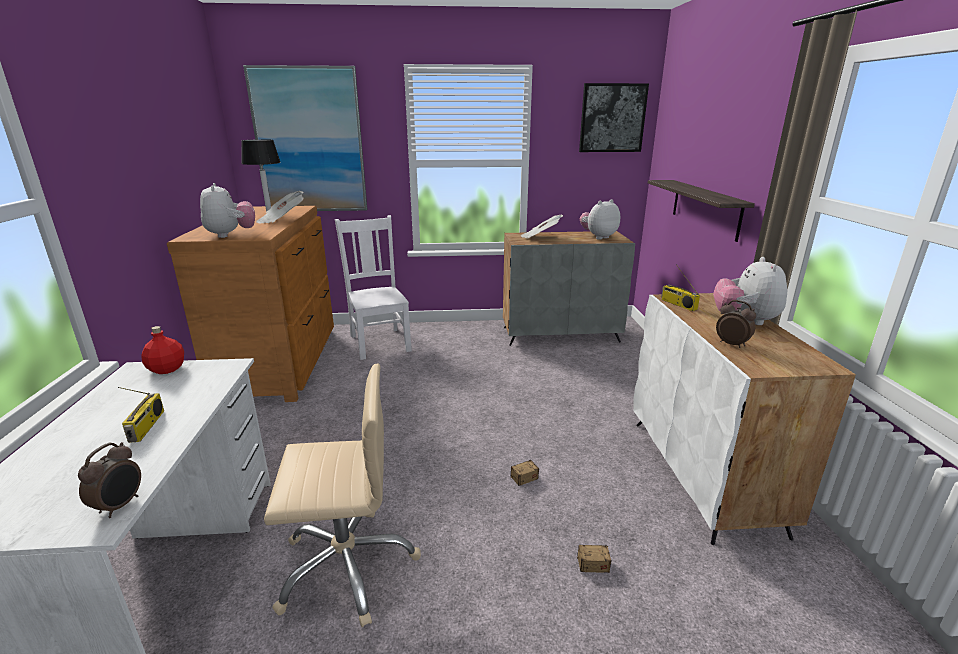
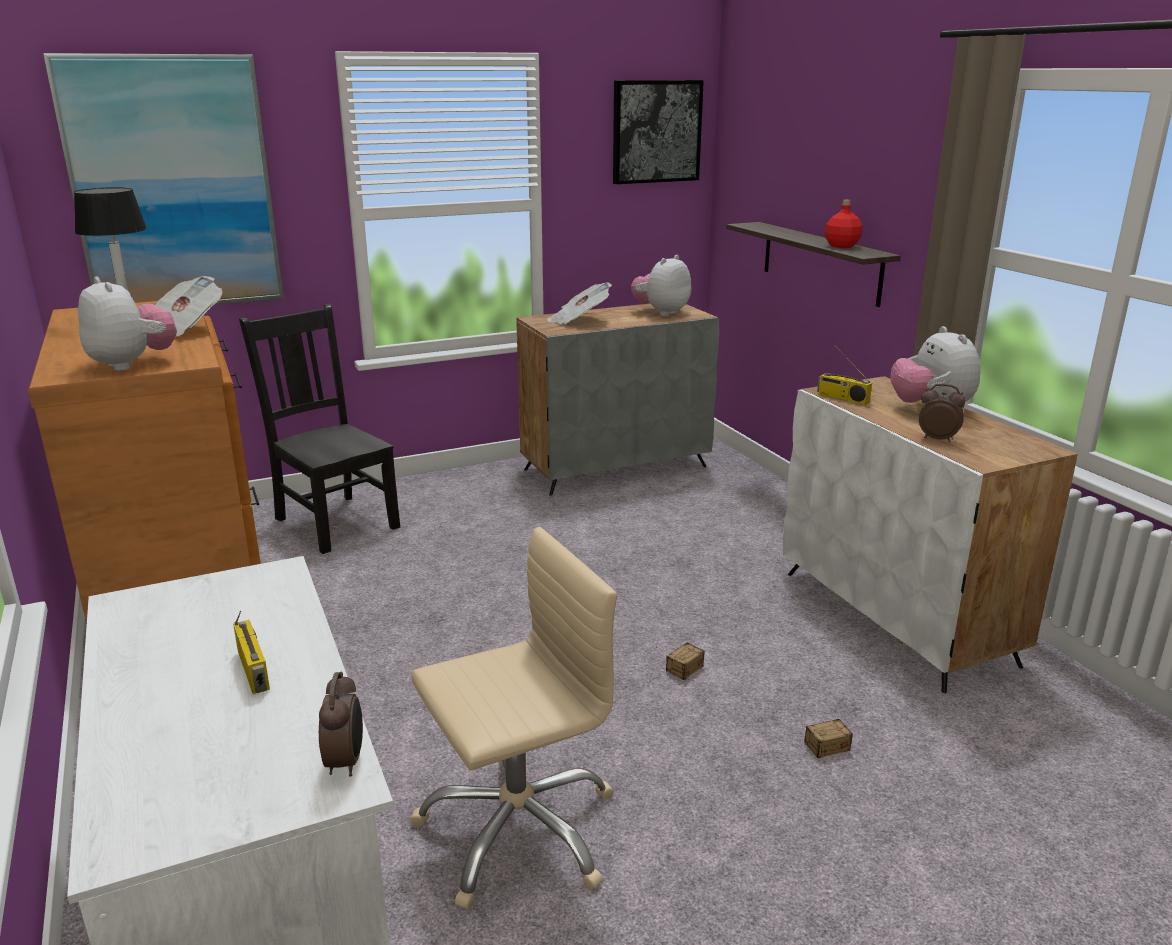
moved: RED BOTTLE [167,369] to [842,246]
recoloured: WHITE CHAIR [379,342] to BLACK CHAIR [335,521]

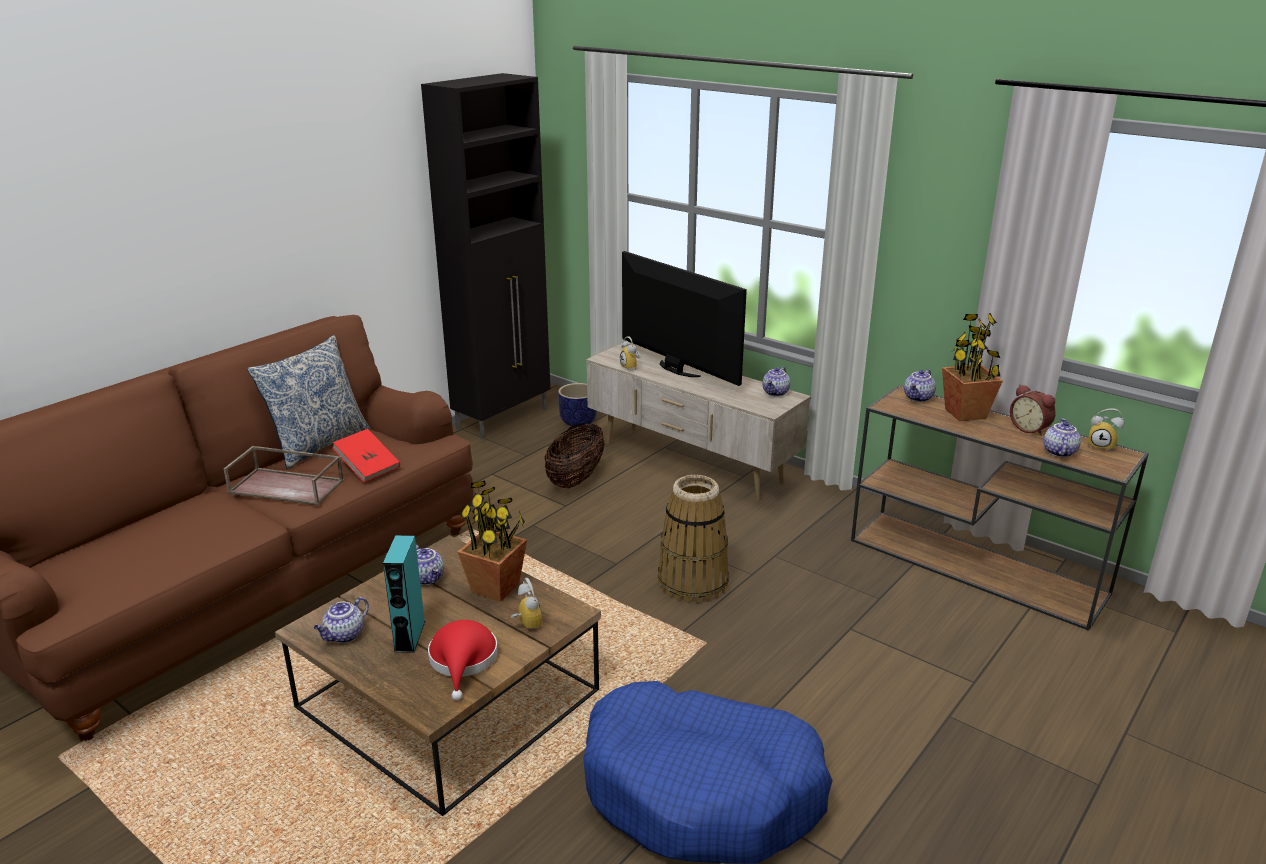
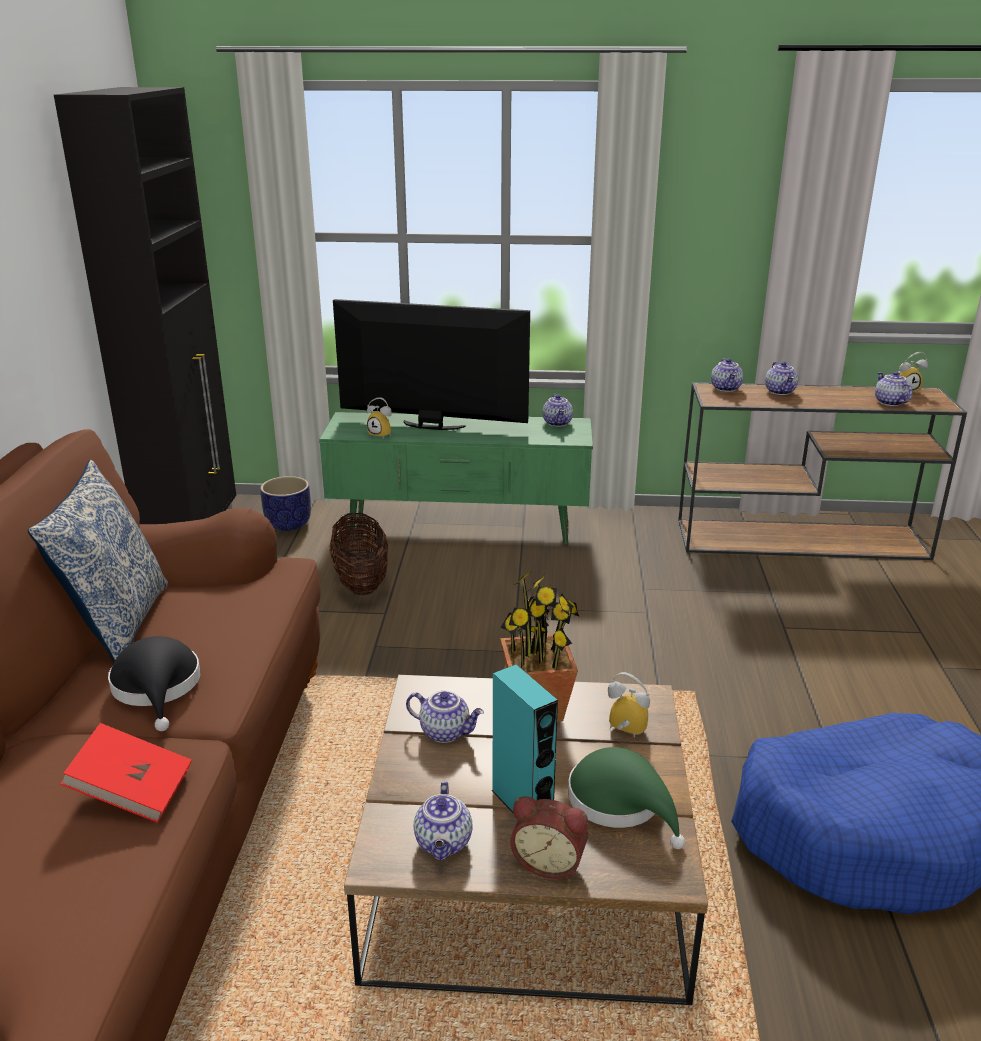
removed: BASKET [693,582]
moved: RED BOOK [368,468] to [133,792]; ALARM CLOCK [1030,429] to [549,861]
replaced: BROWN TRAY [288,486] to BLACK HAT [157,687]; POTTED PLANT [965,414] to TEAPOT [780,392]
recoloured: RED HAT [463,661] to GREEN HAT [621,802]; BEIGE TV STAND [690,464] to GREEN TV STAND [460,530]

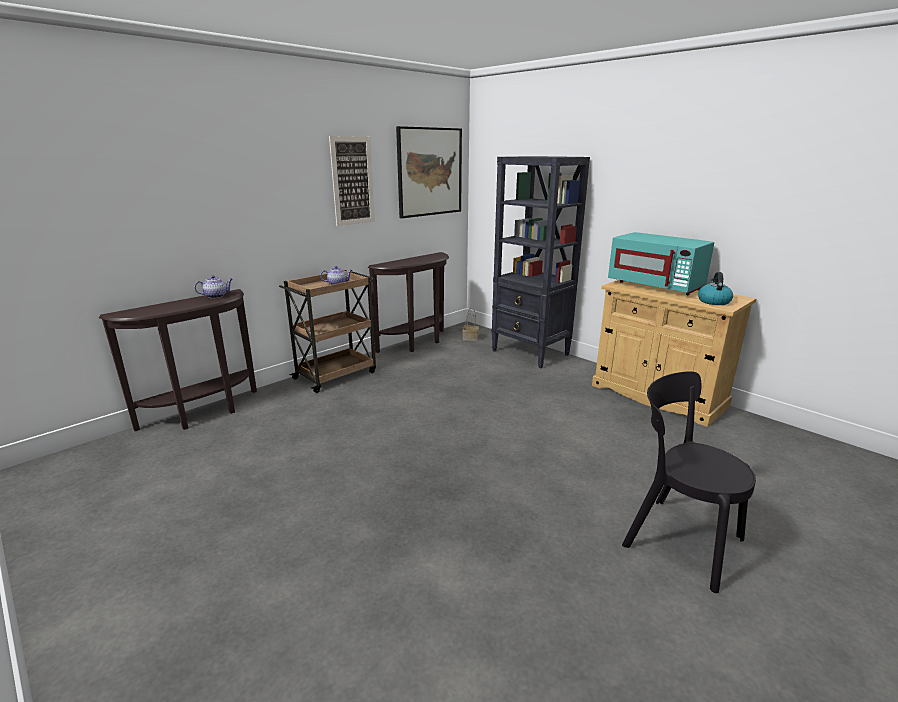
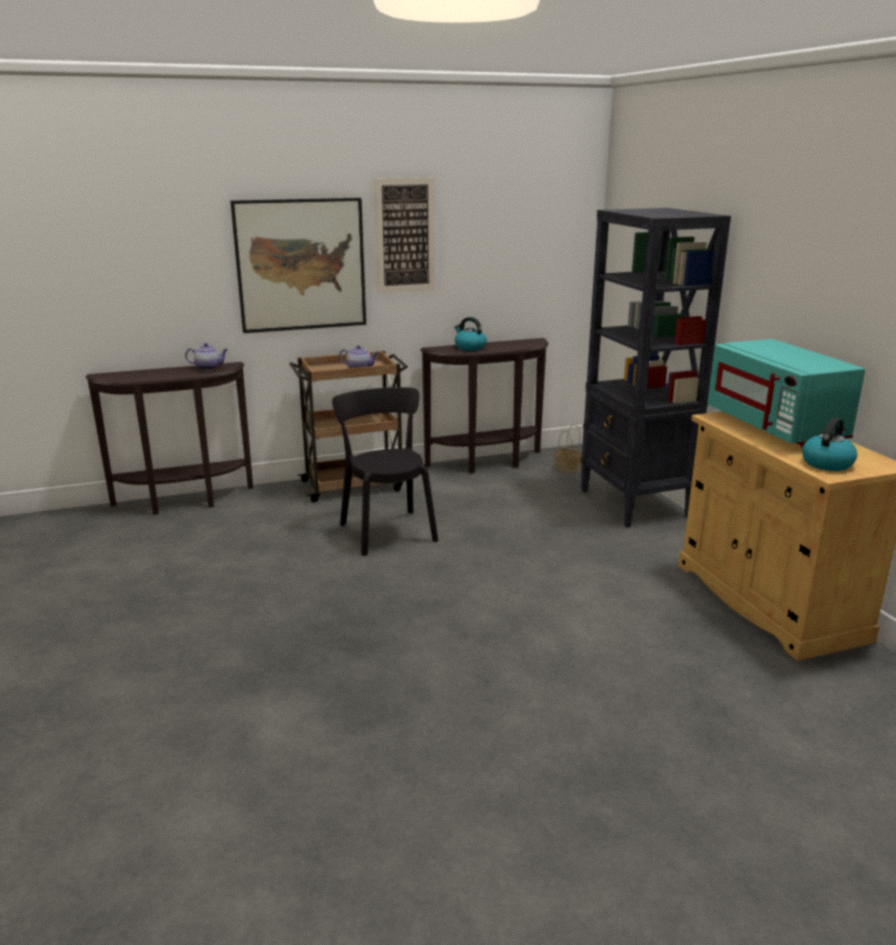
added: KETTLE [469,347]
moved: PICTURE [429,172] to [301,265]; BLACK CHAIR [677,539] to [386,530]

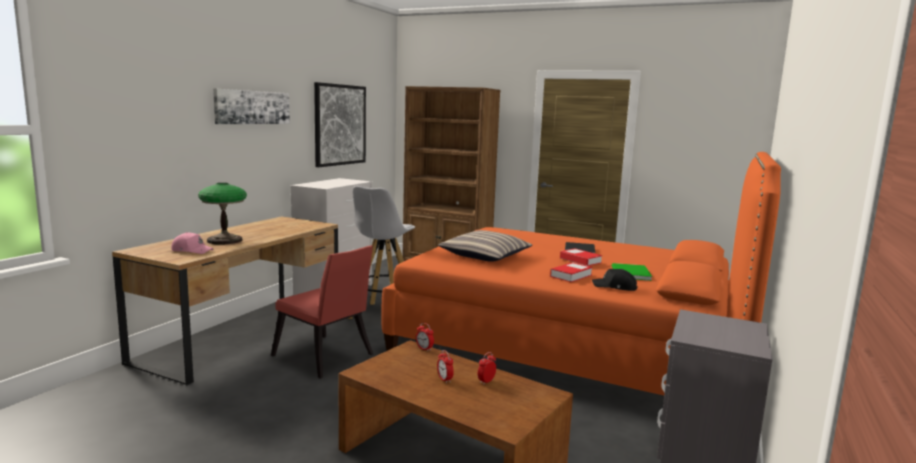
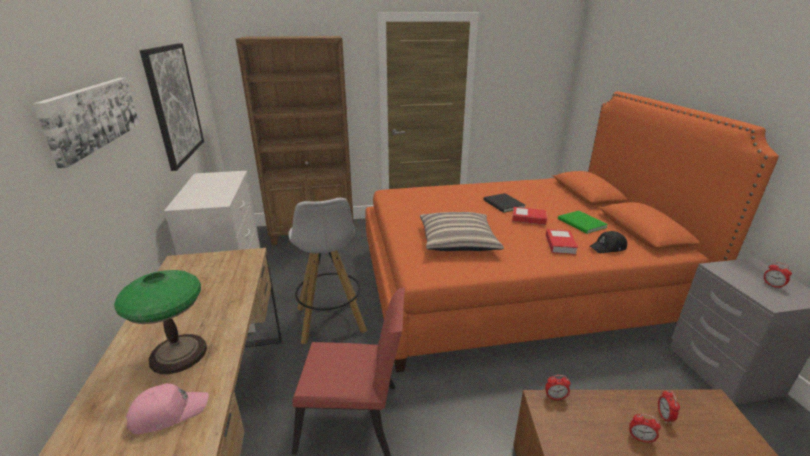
added: ALARM CLOCK [772,285]

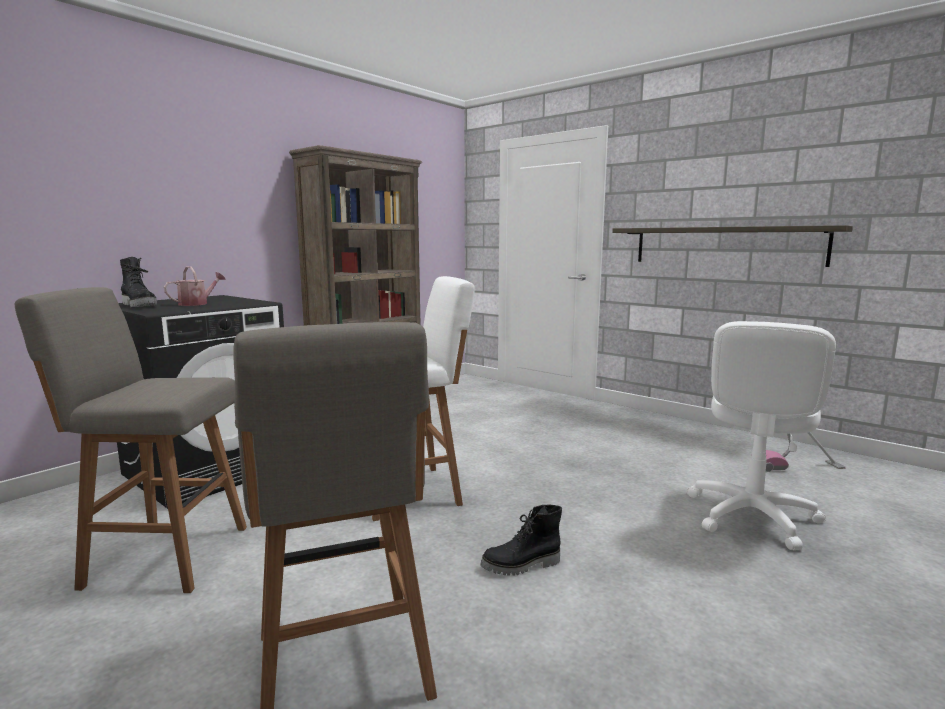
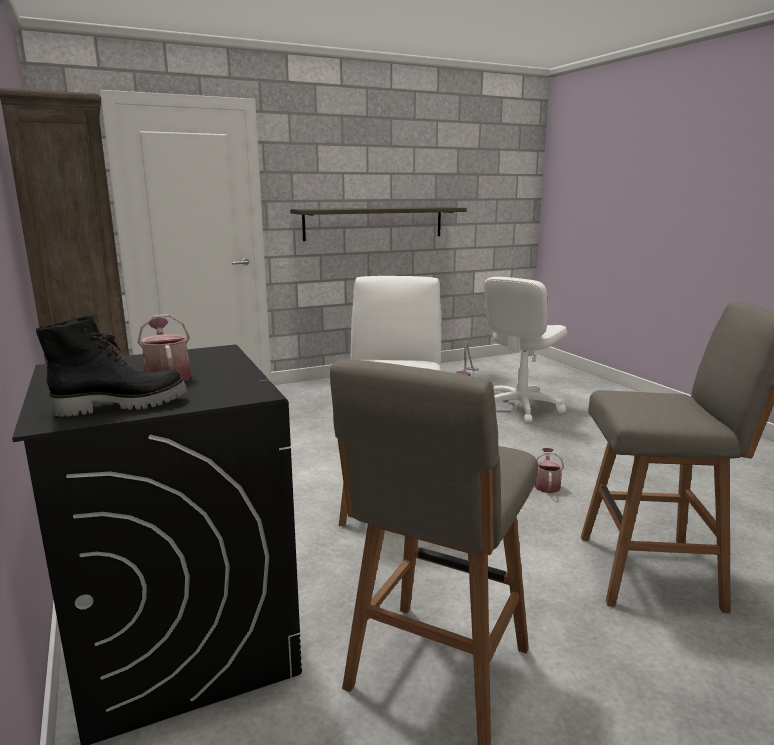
replaced: BLACK BOOT [521,566] to WATERING CAN [547,485]
turned: WHITE OFFICE CHAIR [751,516] = [520,407] 75 degrees clockwise

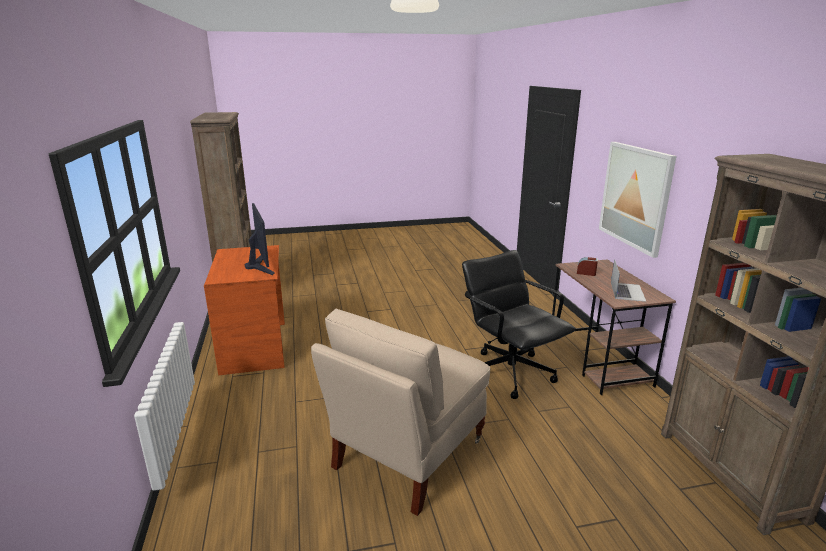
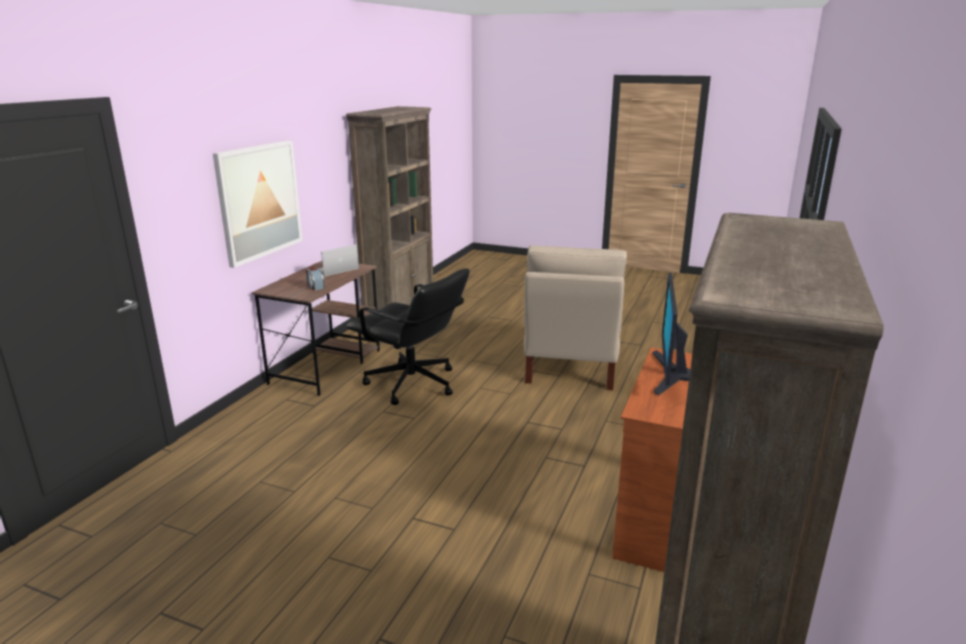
turned: BEIGE CHAIR [407,455] = [571,366] 120 degrees clockwise; BLACK OFFICE CHAIR [510,372] = [412,384] 60 degrees counterclockwise

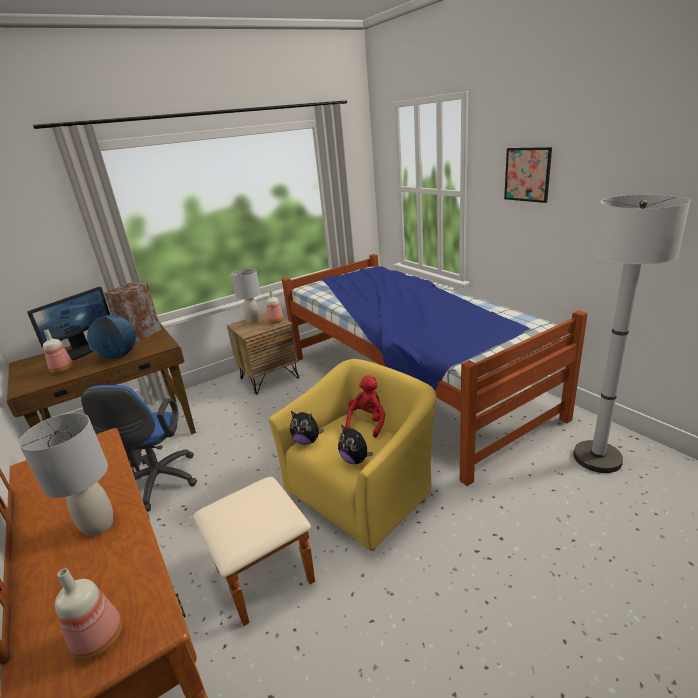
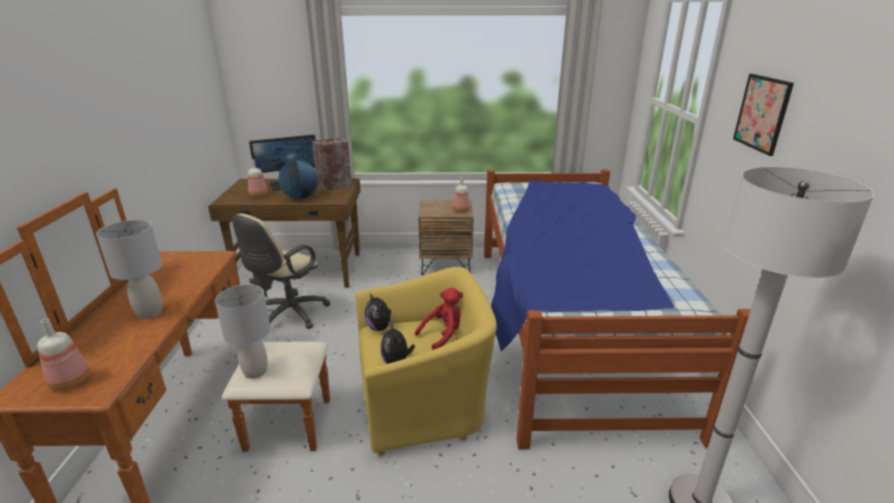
moved: GREY TABLE LAMP [253,321] to [255,372]
recoloured: BLUE OFFICE CHAIR [157,484] to BEIGE OFFICE CHAIR [288,316]

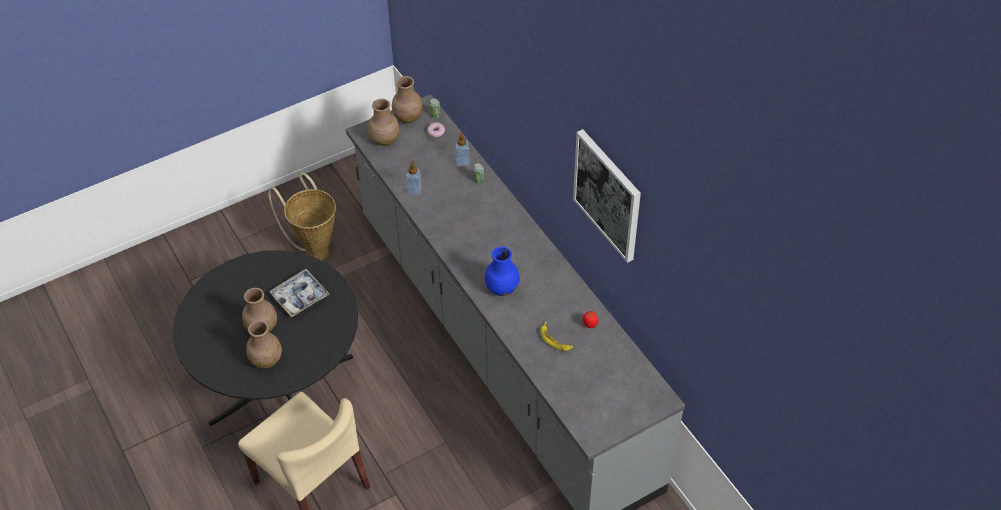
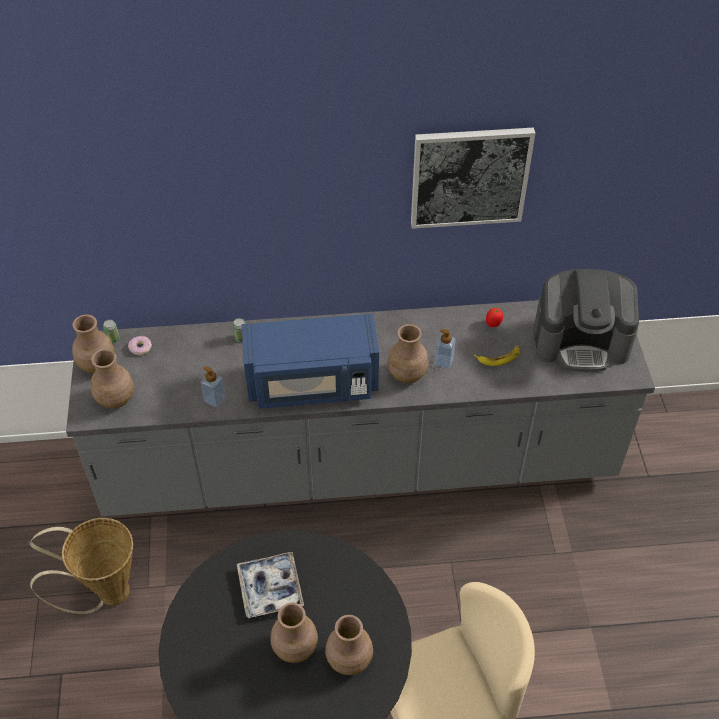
added: BLUE MICROWAVE [312,384]; COFFEE MACHINE [581,341]
moved: SOAP DISPENSER [462,161] to [443,361]
recoloured: BLUE VASE [501,288] to BROWN VASE [407,375]

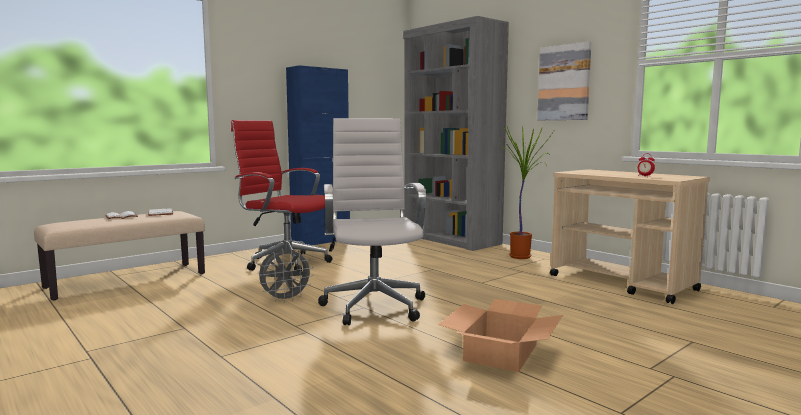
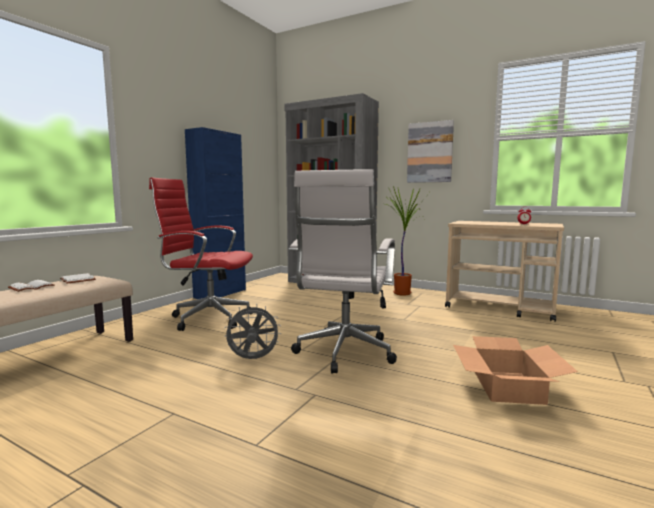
turned: GREY FAN [285,300] = [253,360] 135 degrees counterclockwise; WHITE OFFICE CHAIR [374,305] = [344,354] 135 degrees counterclockwise

